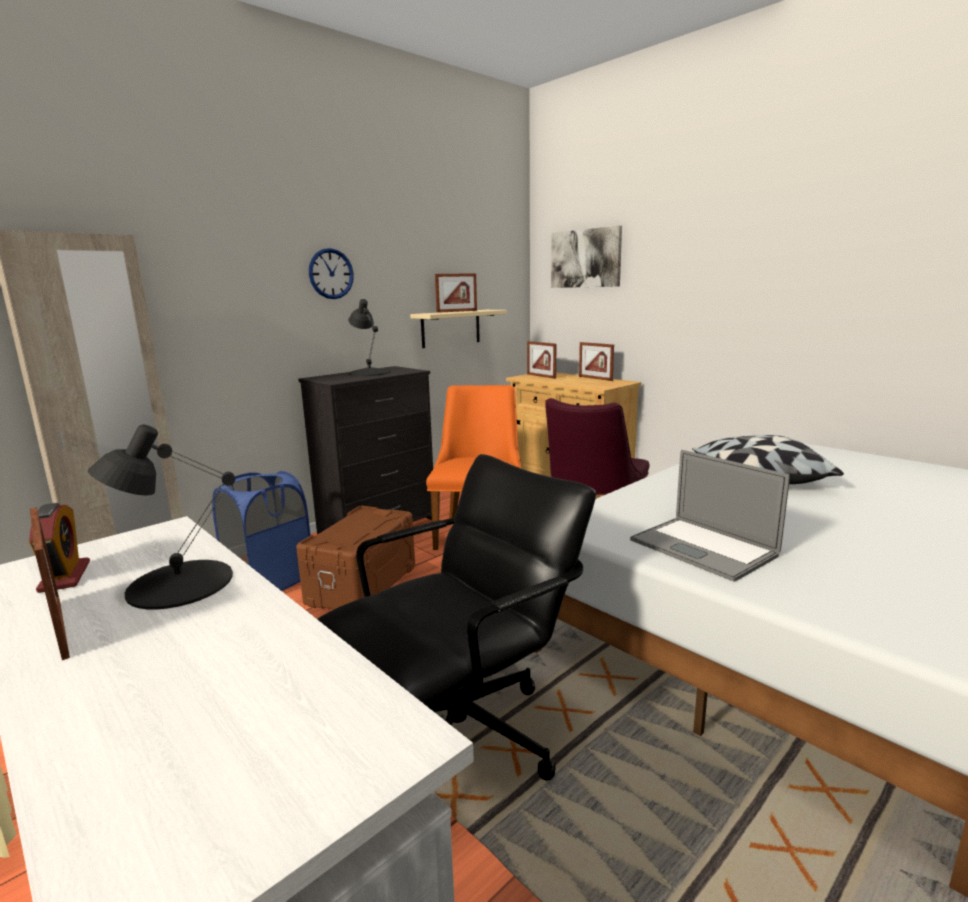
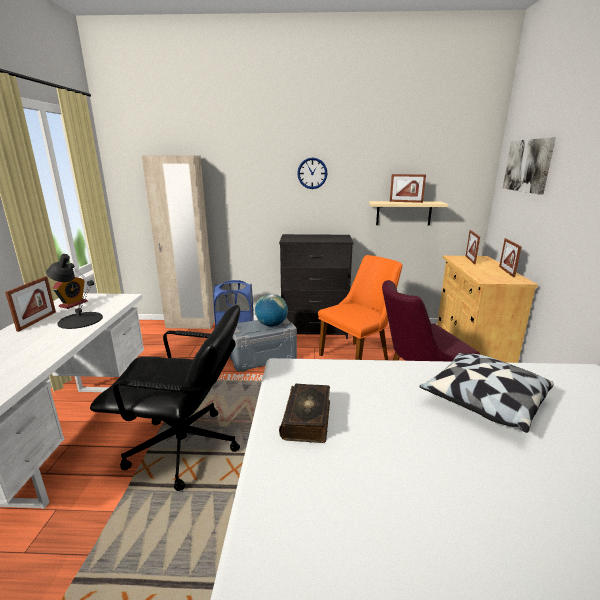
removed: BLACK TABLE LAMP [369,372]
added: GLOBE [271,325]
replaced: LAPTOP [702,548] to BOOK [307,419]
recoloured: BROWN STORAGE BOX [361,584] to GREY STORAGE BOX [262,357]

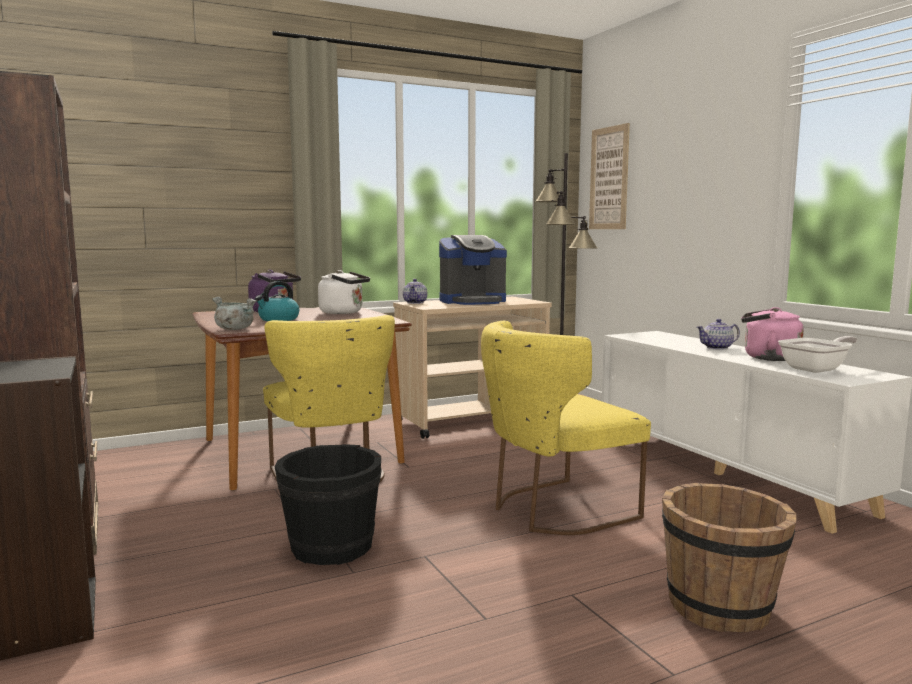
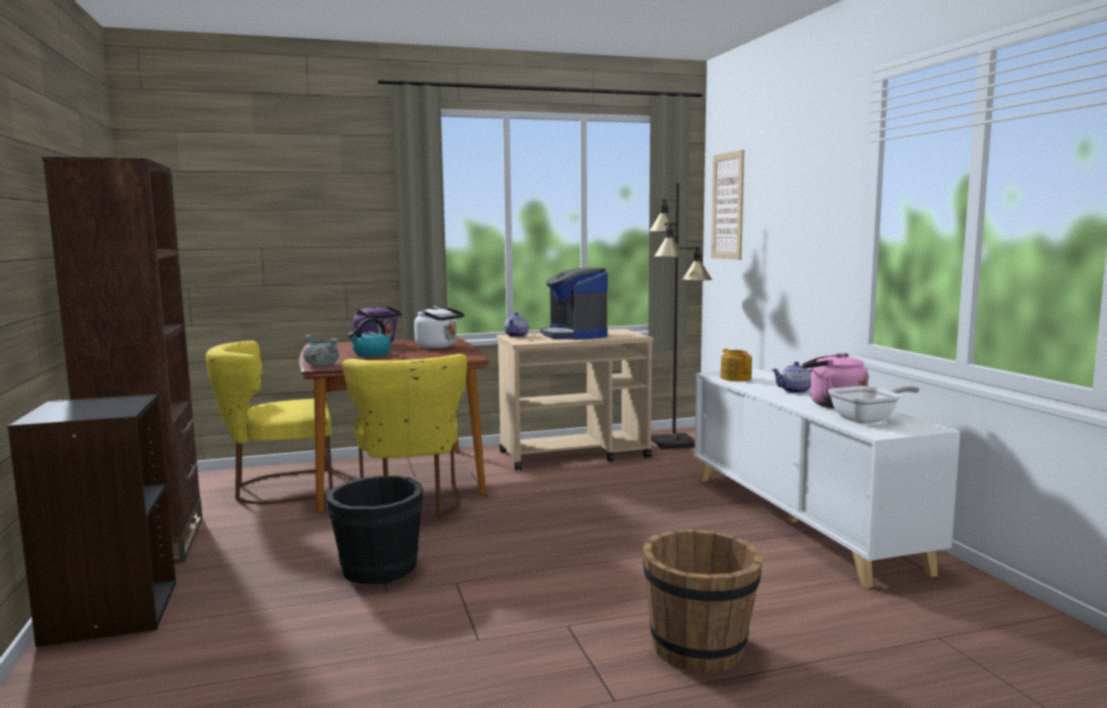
added: TEAPOT [735,378]
moved: YELLOW CHAIR [554,510] to [279,488]
turned: COFFEE MACHINE [472,301] = [574,335] 75 degrees clockwise

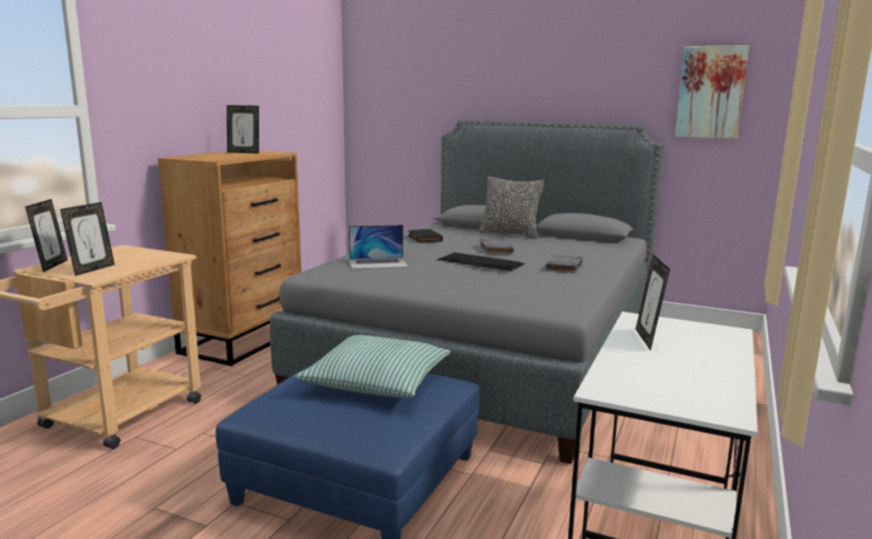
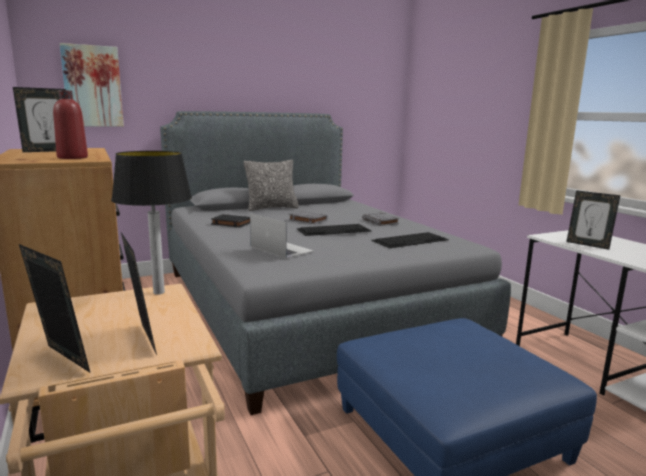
removed: PILLOW [376,381]
added: RED BOTTLE [72,157]; TABLE LAMP [159,292]; KEYBOARD [410,240]
moved: PICTURE [711,92] to [92,86]
turned: LAPTOP [378,263] = [281,249] 75 degrees counterclockwise

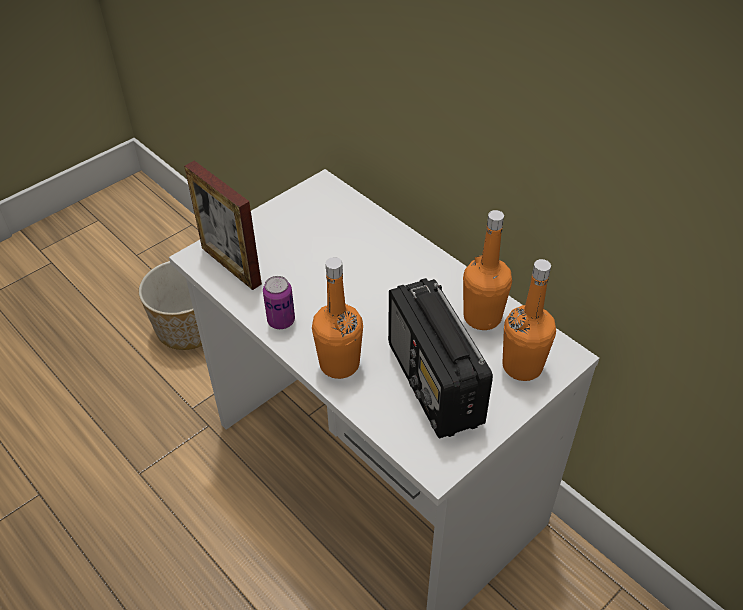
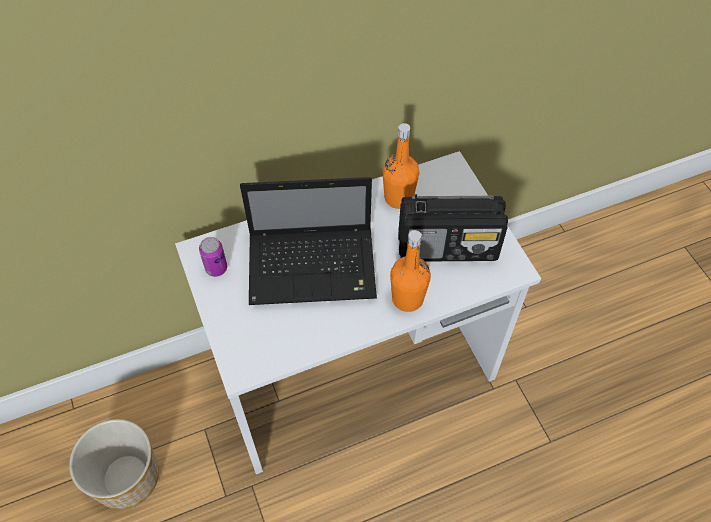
removed: PICTURE FRAME [231,266]; ORANGE BOTTLE [522,366]
added: LAPTOP [315,267]
moved: CAN [281,321] to [216,268]

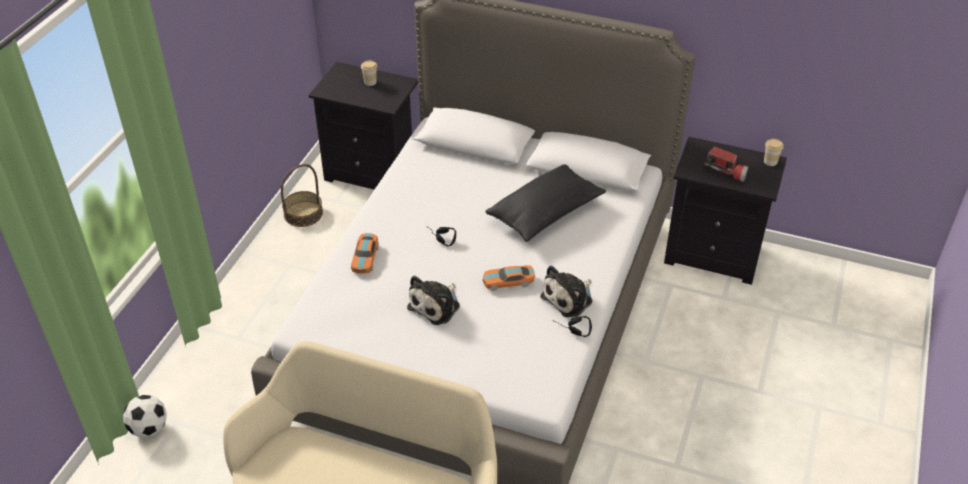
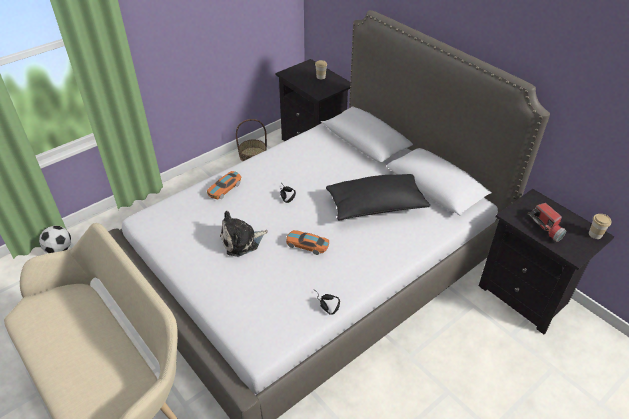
removed: PLUSH TOY [569,298]

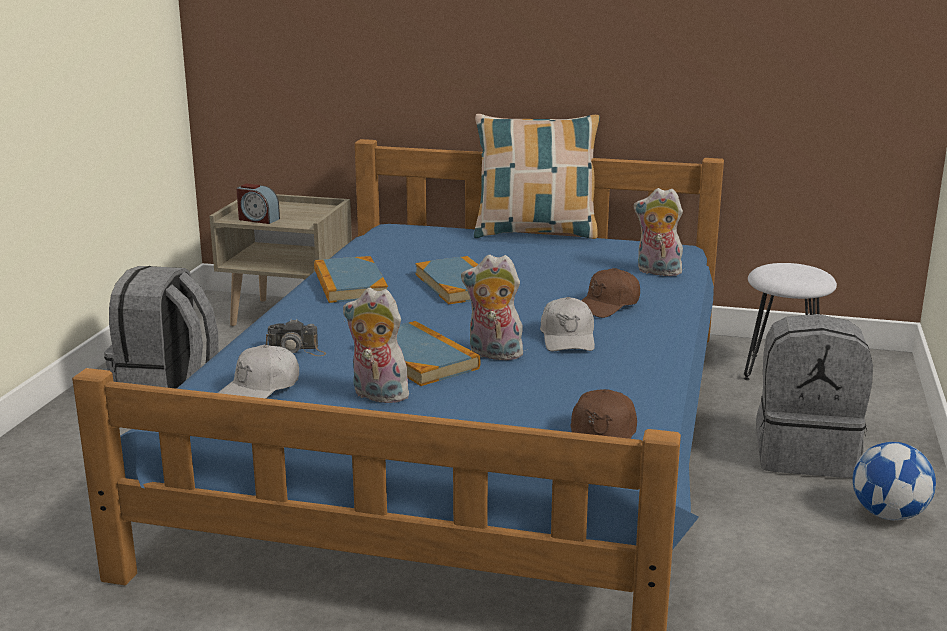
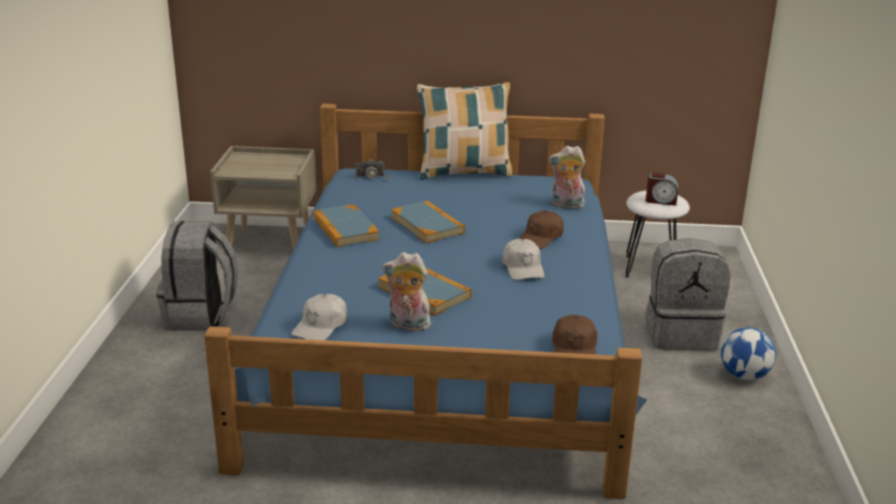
removed: PLUSH TOY [493,355]
moved: ALARM CLOCK [258,219] to [661,201]; PHOTO CAMERA [296,350] to [373,176]

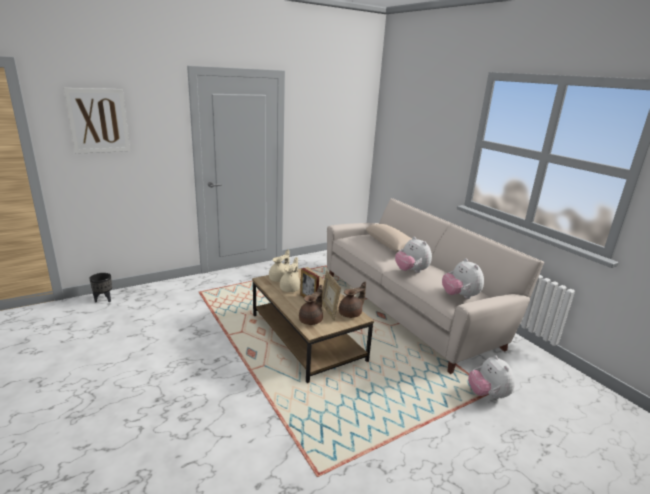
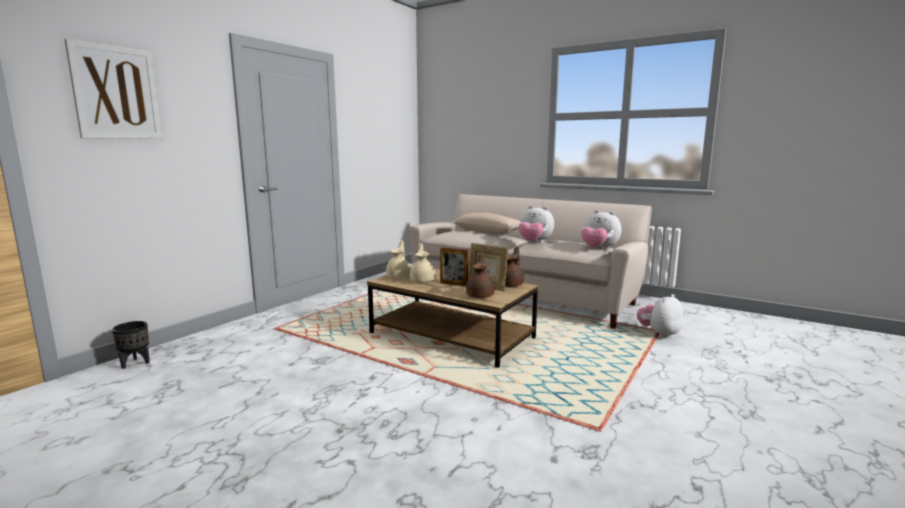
turned: PLUSH TOY [487,394] = [659,334] 90 degrees clockwise

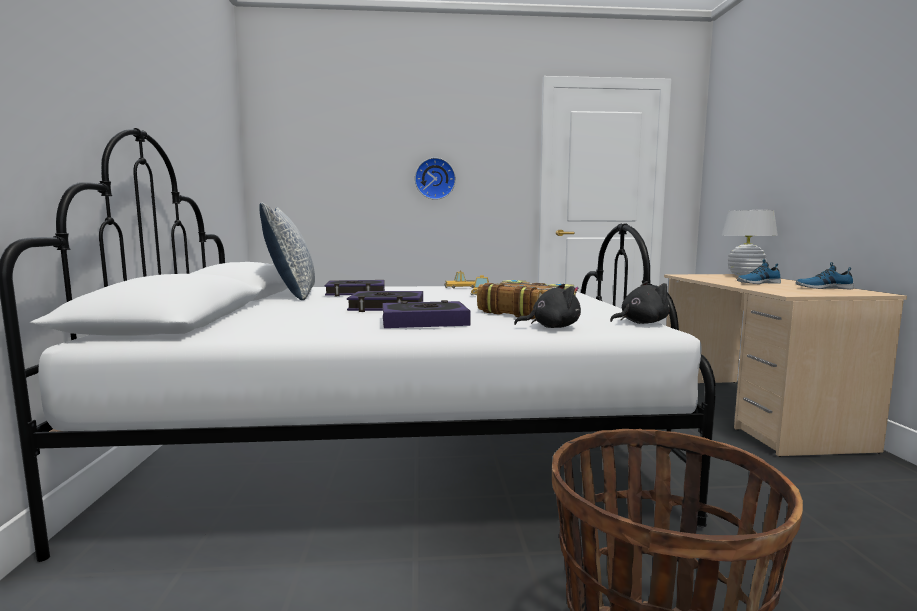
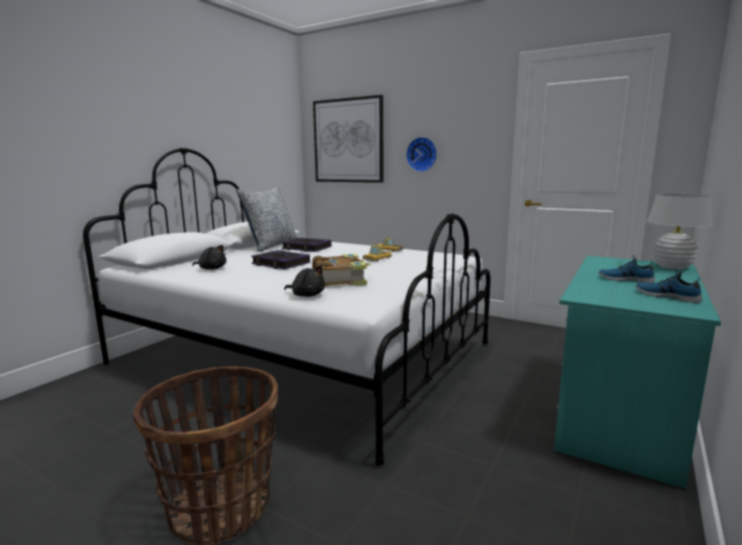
removed: BOOK [424,322]
added: PICTURE [348,141]
moved: BLACK PLUSH TOY [641,323] to [211,269]
recoloured: BEIGE DESK [752,412] to TURQUOISE DESK [620,411]

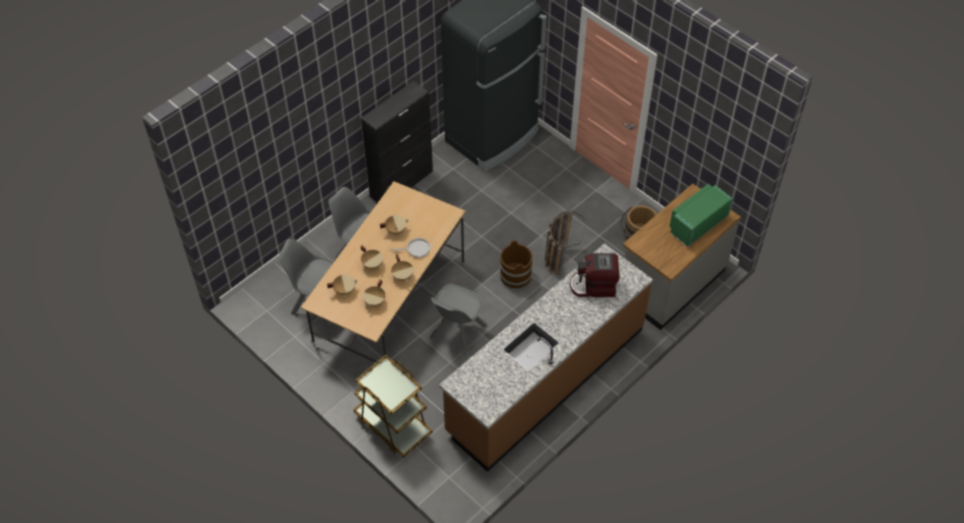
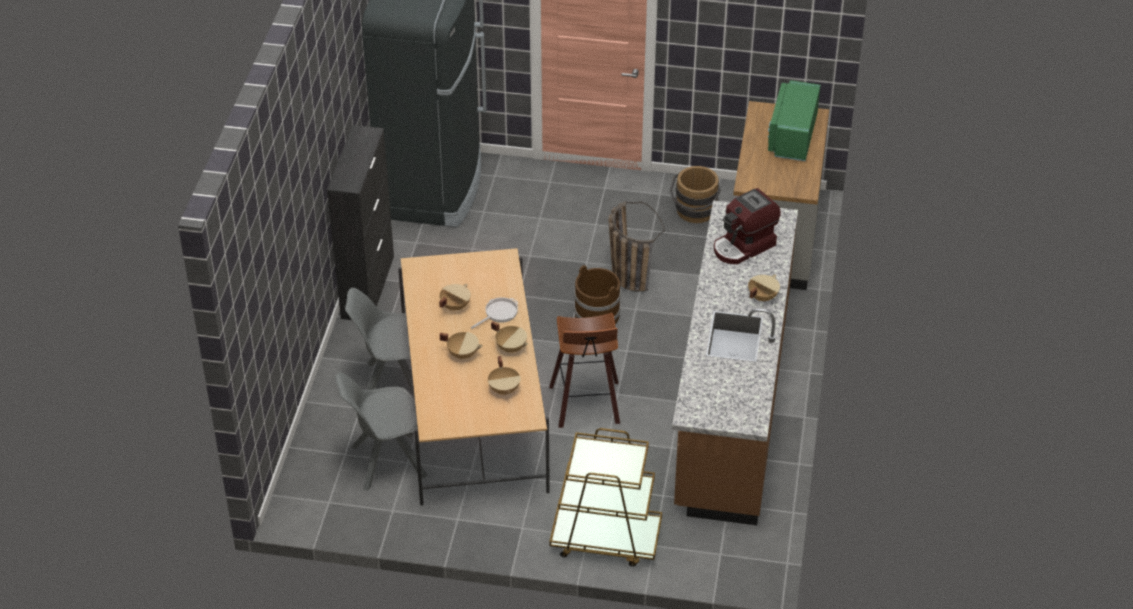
moved: BEIGE COOKING POT [344,290] to [762,297]
replaced: GREY CHAIR [457,333] to STOOL [587,406]

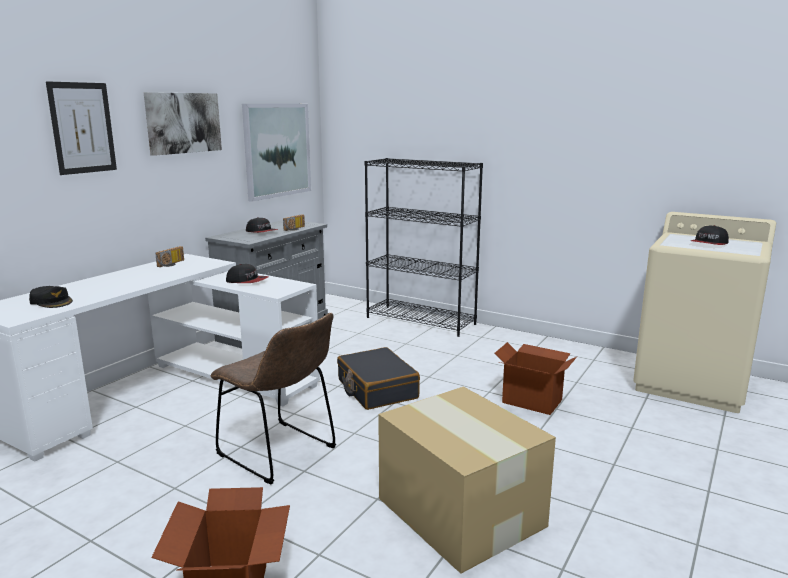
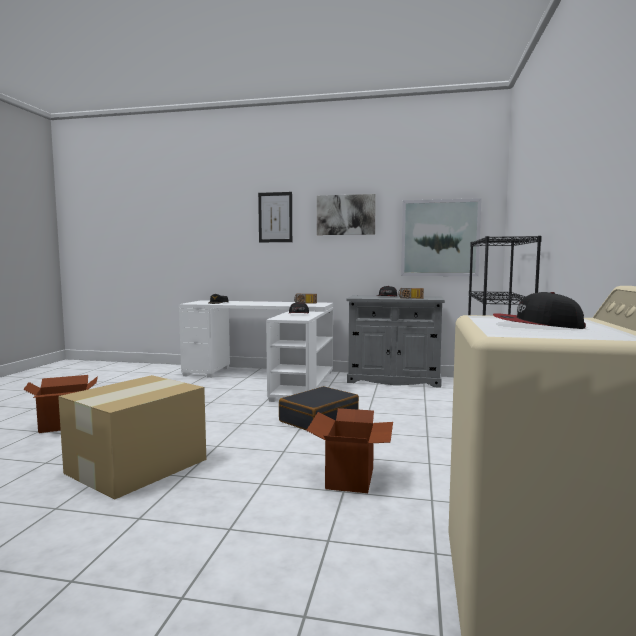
removed: BROWN CHAIR [280,453]

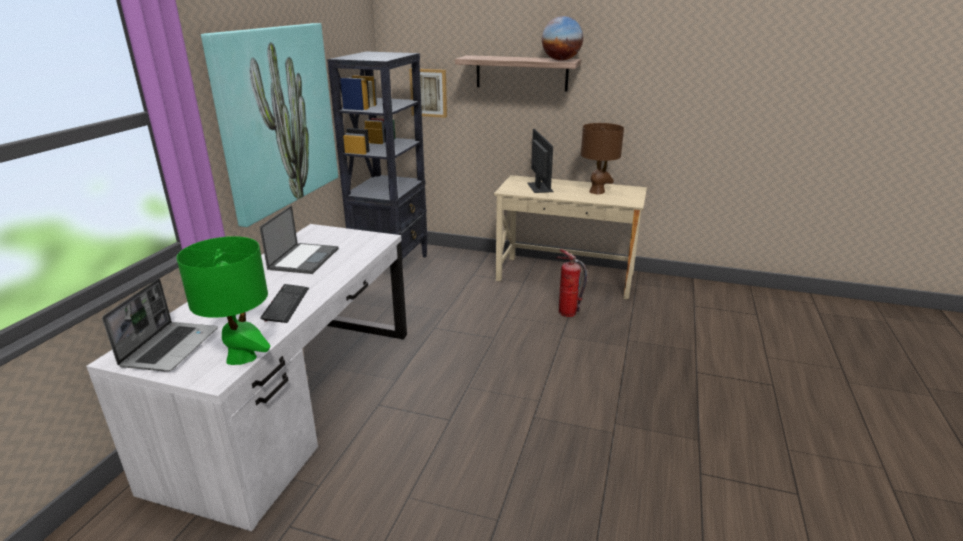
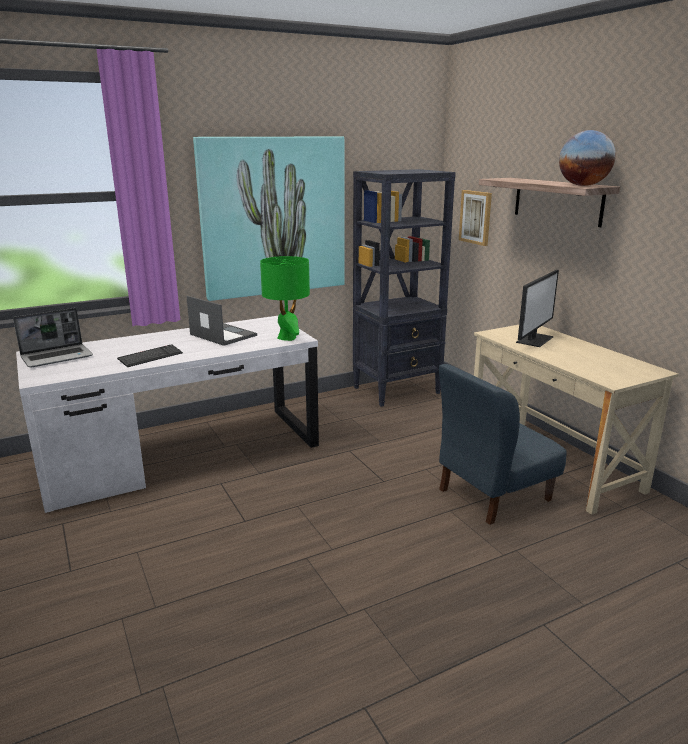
removed: BROWN TABLE LAMP [597,191]
moved: GREEN TABLE LAMP [242,357] to [287,337]
replaced: FIRE EXTINGUISHER [567,313] to BLUE CHAIR [493,494]
turned: LAPTOP [304,258] = [222,335] 105 degrees counterclockwise

